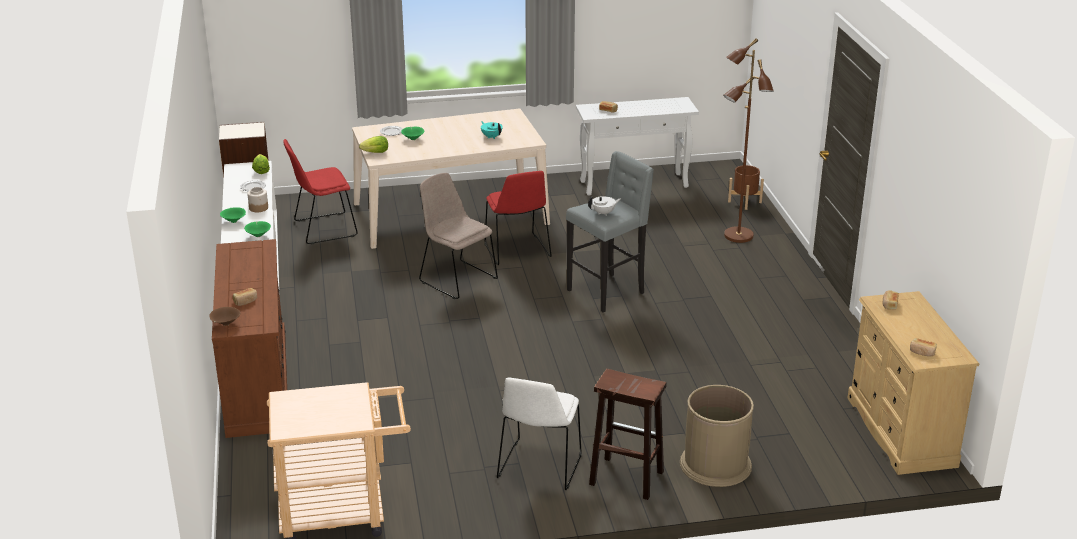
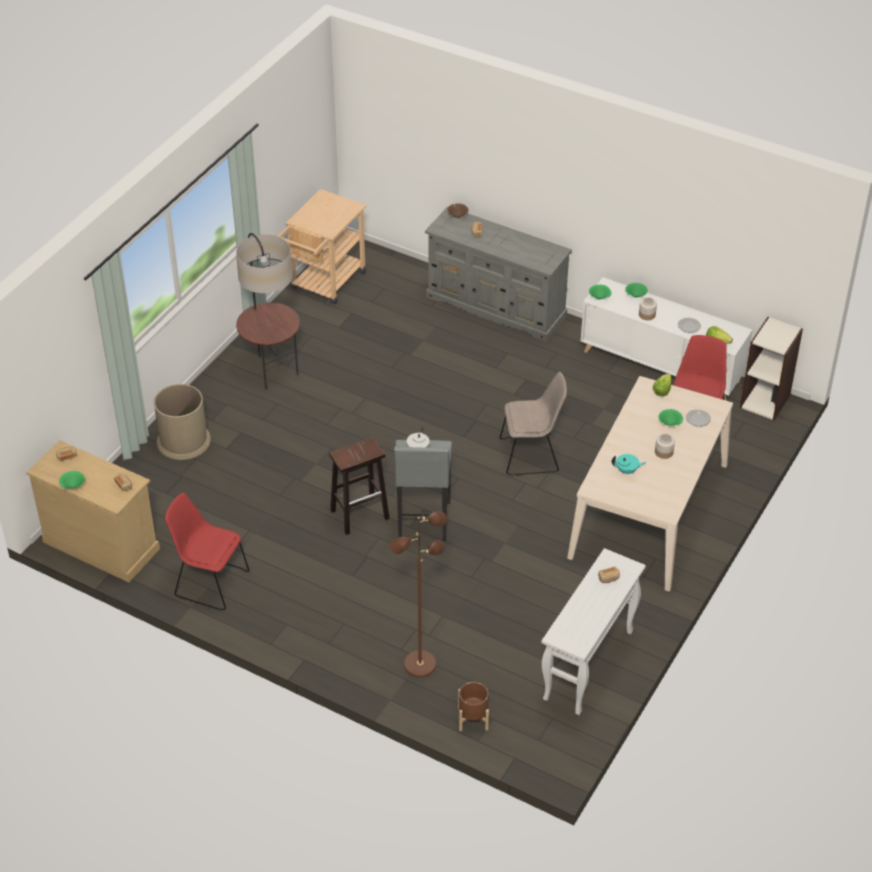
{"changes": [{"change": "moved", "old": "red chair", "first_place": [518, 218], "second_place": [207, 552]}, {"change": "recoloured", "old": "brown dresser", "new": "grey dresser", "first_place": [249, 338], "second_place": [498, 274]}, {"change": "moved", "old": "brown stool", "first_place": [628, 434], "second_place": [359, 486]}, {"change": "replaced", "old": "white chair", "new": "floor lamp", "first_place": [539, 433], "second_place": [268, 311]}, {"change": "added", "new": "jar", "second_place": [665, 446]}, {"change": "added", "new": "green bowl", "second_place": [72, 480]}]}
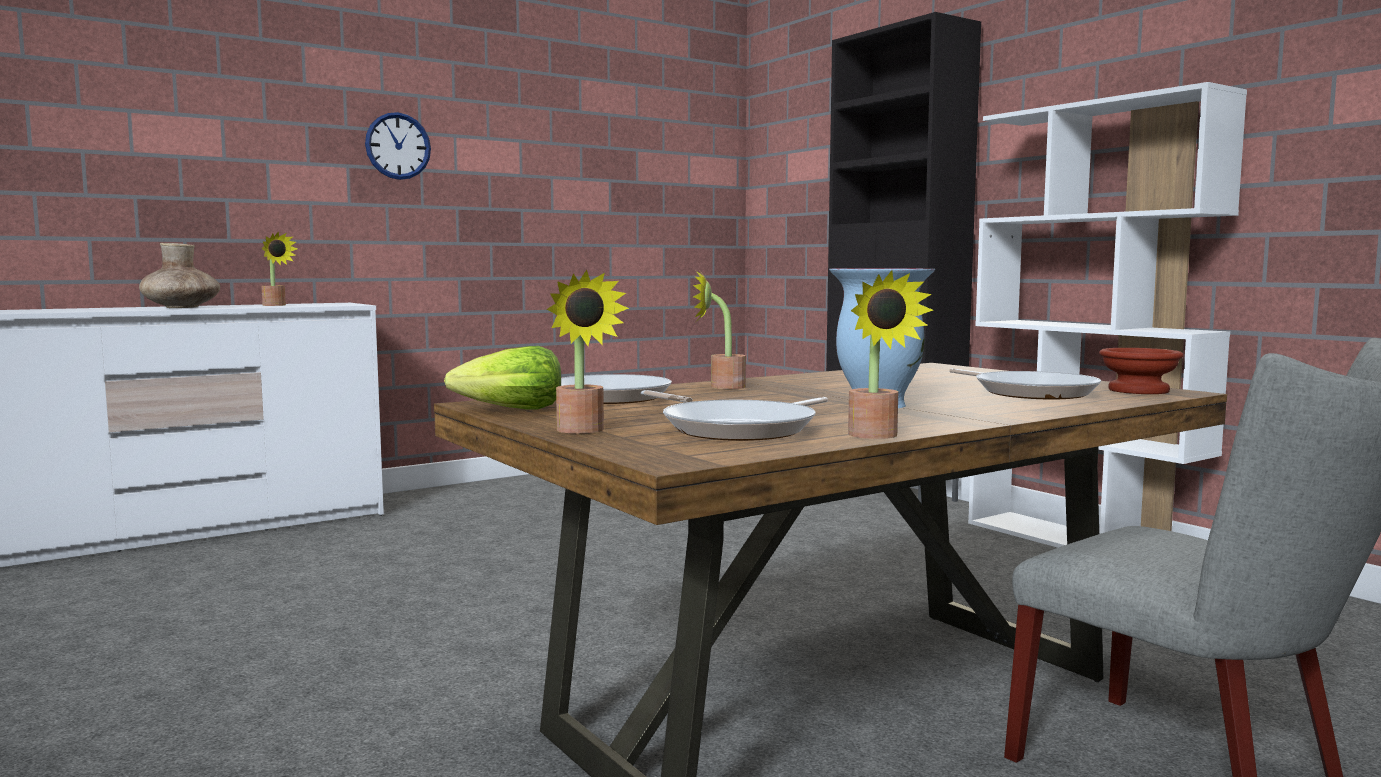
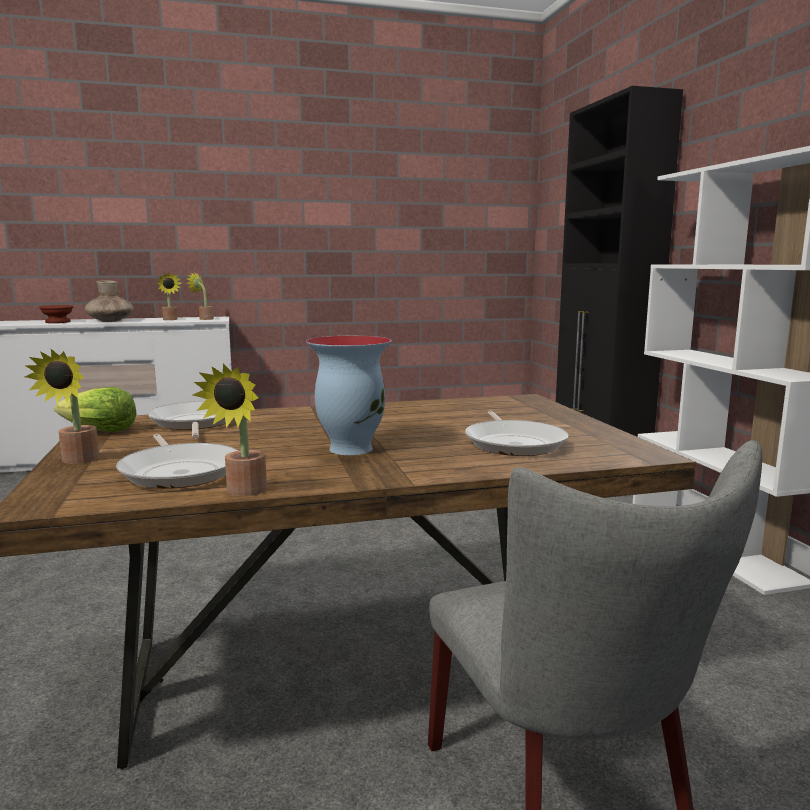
{"changes": [{"change": "removed", "old": "wall clock", "first_place": [398, 146]}, {"change": "moved", "old": "potted plant", "first_place": [719, 328], "second_place": [200, 296]}, {"change": "moved", "old": "brown bowl", "first_place": [1141, 371], "second_place": [56, 314]}, {"change": "turned", "old": "frying pan", "first_place": [745, 419], "second_place": [177, 461], "degrees": -90}]}
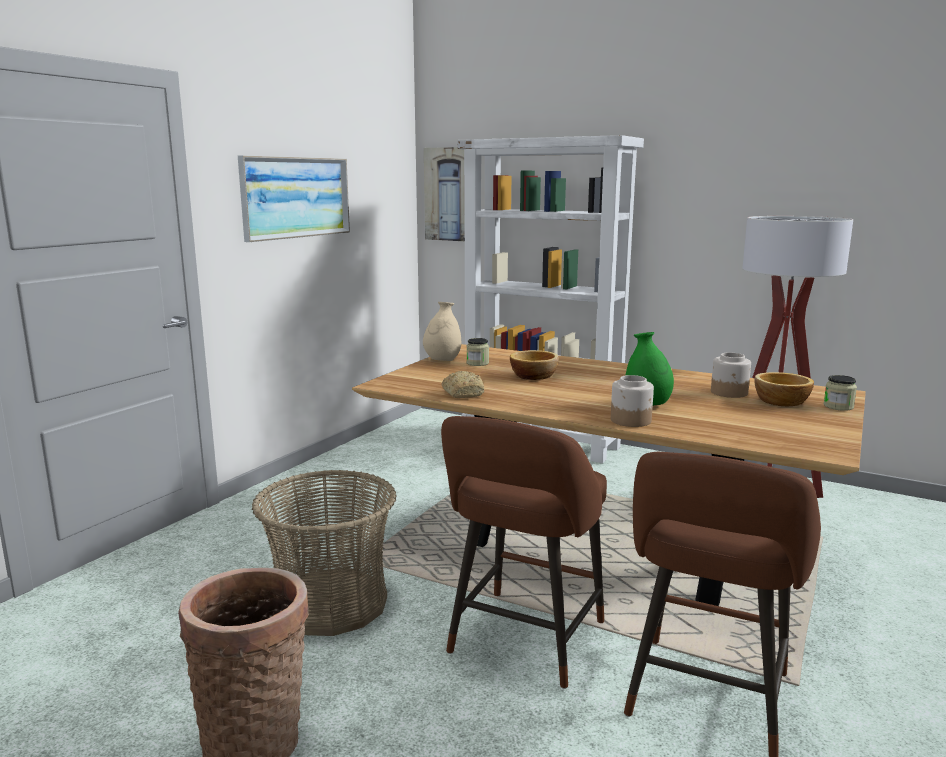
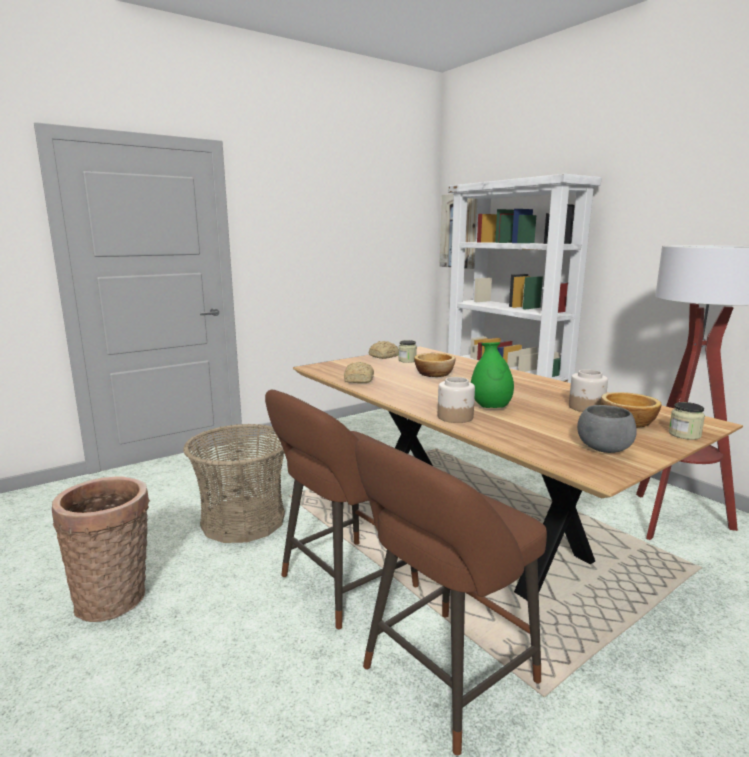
{"changes": [{"change": "removed", "old": "picture", "first_place": [294, 198]}, {"change": "replaced", "old": "beige vase", "new": "bread", "first_place": [442, 331], "second_place": [383, 350]}, {"change": "added", "new": "grey bowl", "second_place": [607, 429]}]}
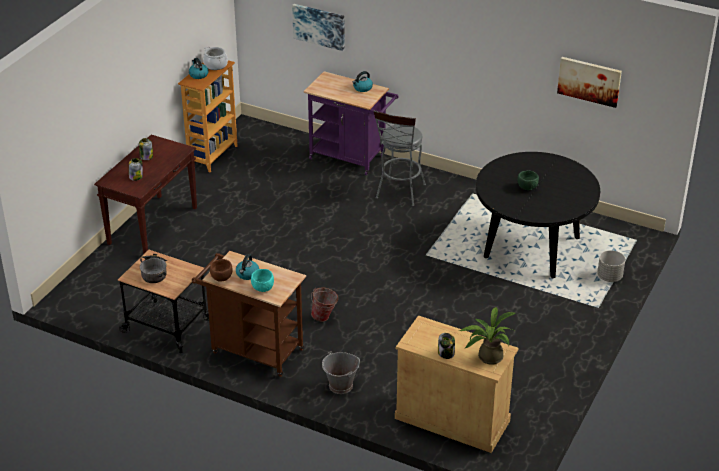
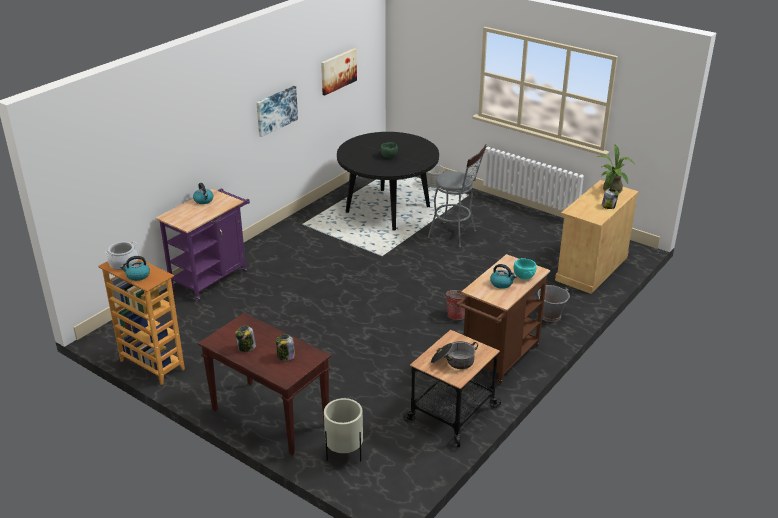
{"changes": [{"change": "moved", "old": "picture", "first_place": [318, 27], "second_place": [277, 111]}, {"change": "moved", "old": "grey stool", "first_place": [400, 158], "second_place": [457, 195]}, {"change": "removed", "old": "brown bowl", "first_place": [221, 270]}, {"change": "added", "new": "beige planter", "second_place": [343, 429]}]}
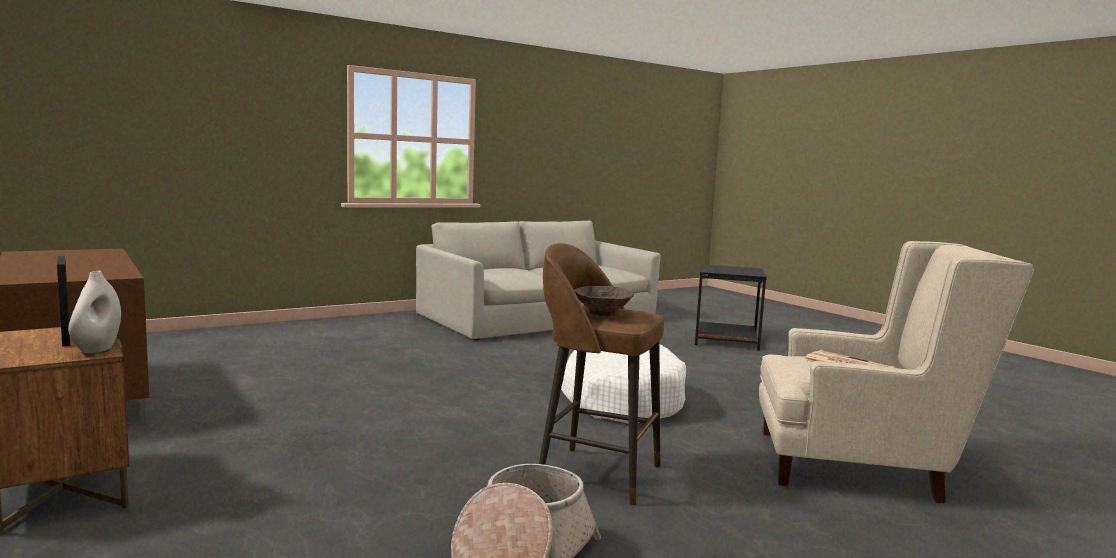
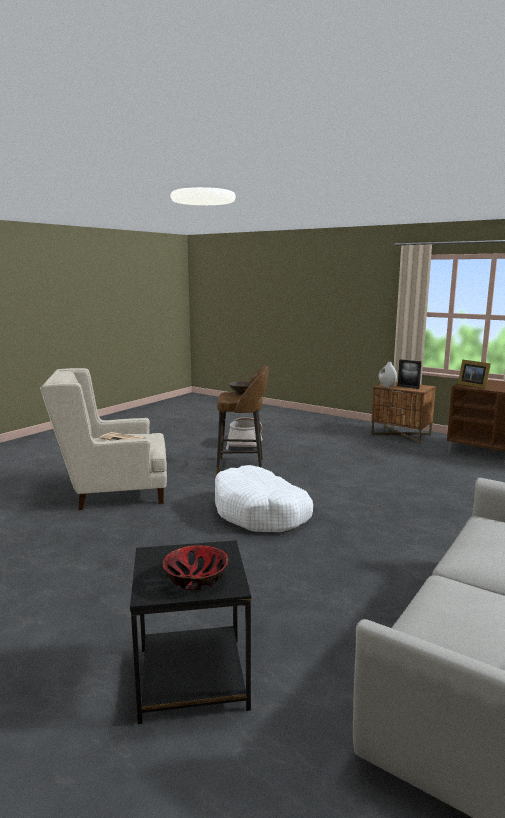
{"changes": [{"change": "added", "new": "picture frame", "second_place": [474, 374]}, {"change": "added", "new": "bowl", "second_place": [195, 567]}]}
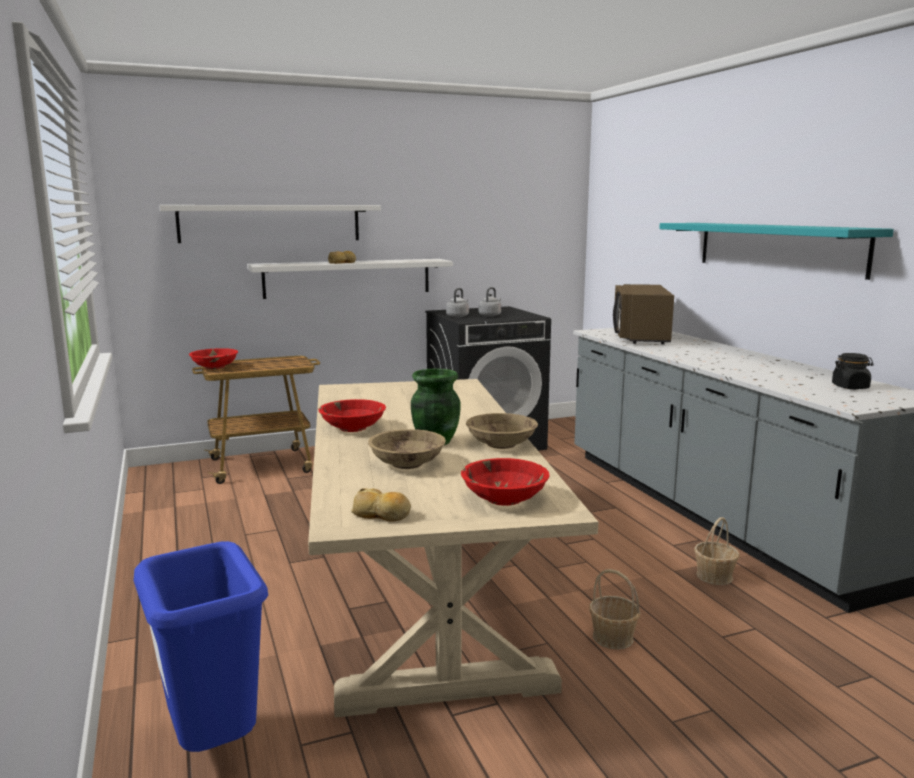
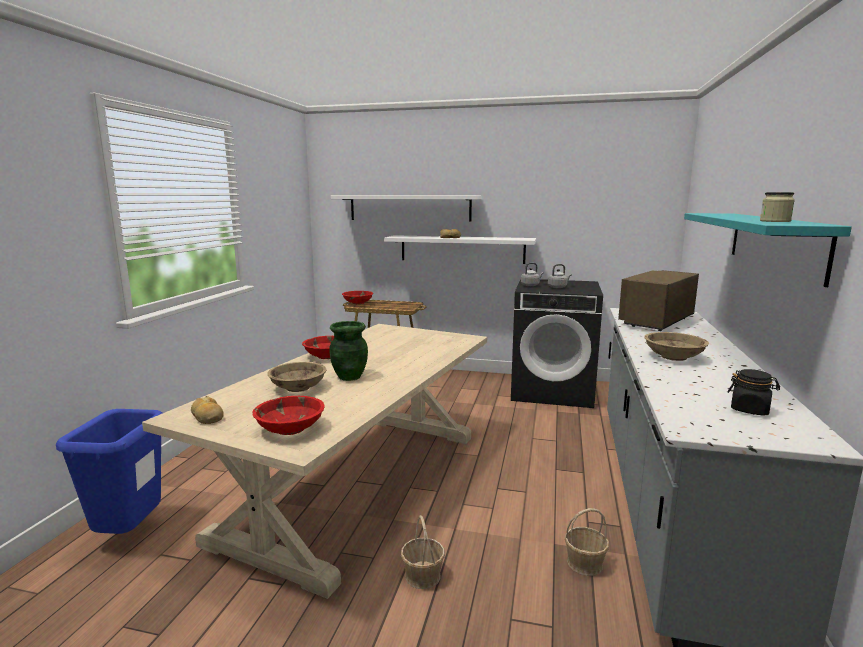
{"changes": [{"change": "moved", "old": "beige bowl", "first_place": [502, 431], "second_place": [676, 346]}, {"change": "added", "new": "jar", "second_place": [777, 207]}]}
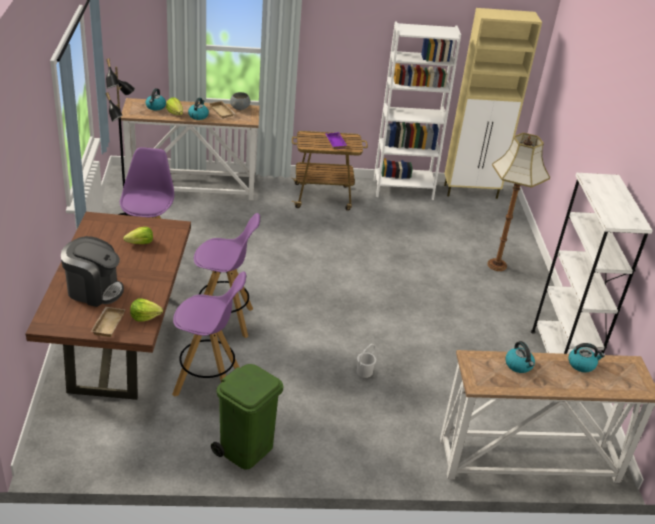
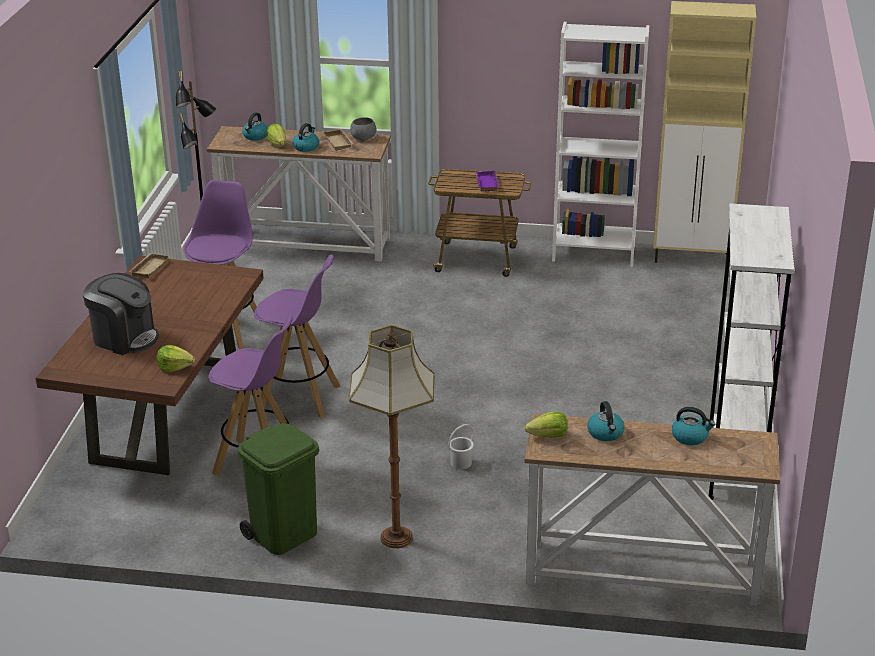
{"changes": [{"change": "moved", "old": "floor lamp", "first_place": [518, 202], "second_place": [392, 436]}, {"change": "moved", "old": "lettuce", "first_place": [138, 235], "second_place": [546, 425]}, {"change": "moved", "old": "beige tray", "first_place": [108, 322], "second_place": [149, 266]}]}
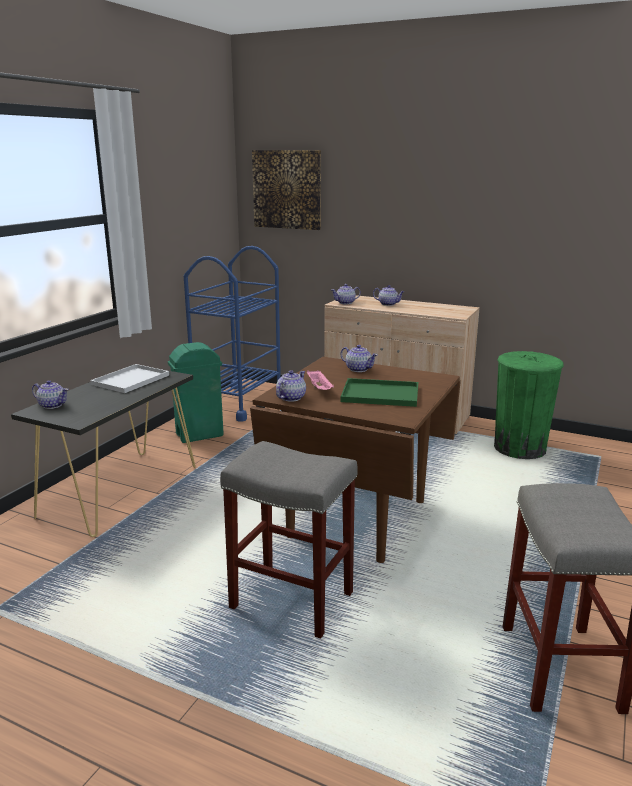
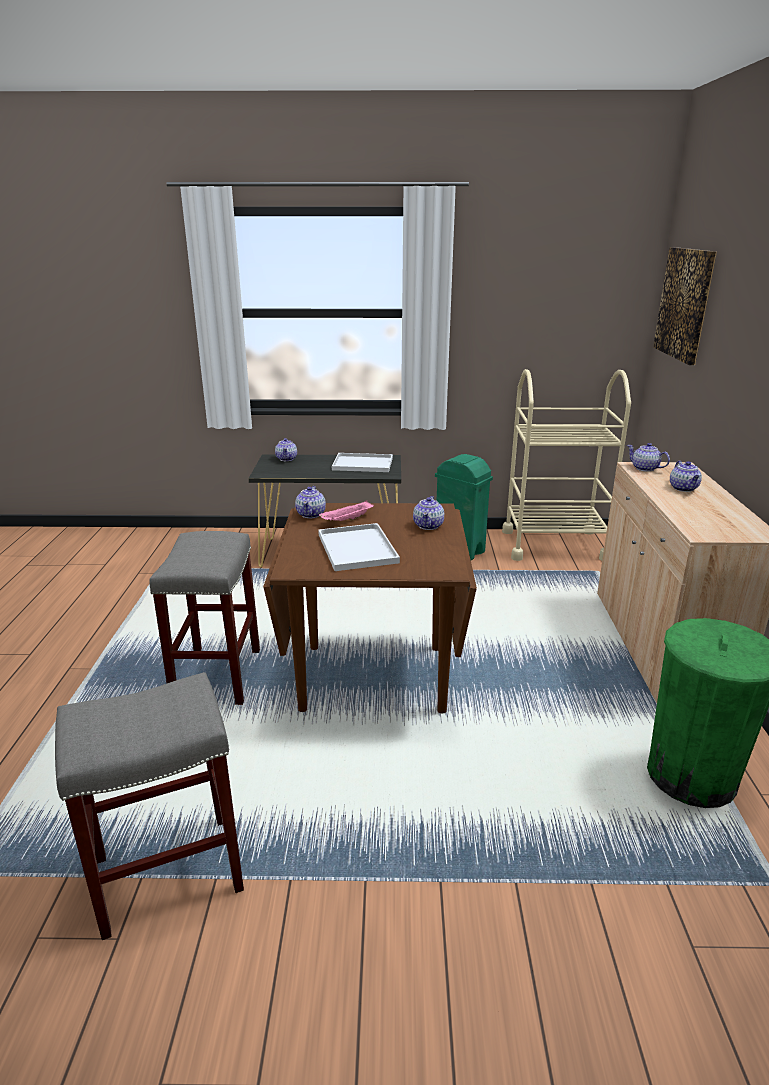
{"changes": [{"change": "recoloured", "old": "blue cart", "new": "beige cart", "first_place": [232, 334], "second_place": [566, 465]}, {"change": "turned", "old": "teapot", "first_place": [291, 386], "second_place": [310, 502], "degrees": 90}, {"change": "recoloured", "old": "green tray", "new": "white tray", "first_place": [379, 392], "second_place": [359, 547]}]}
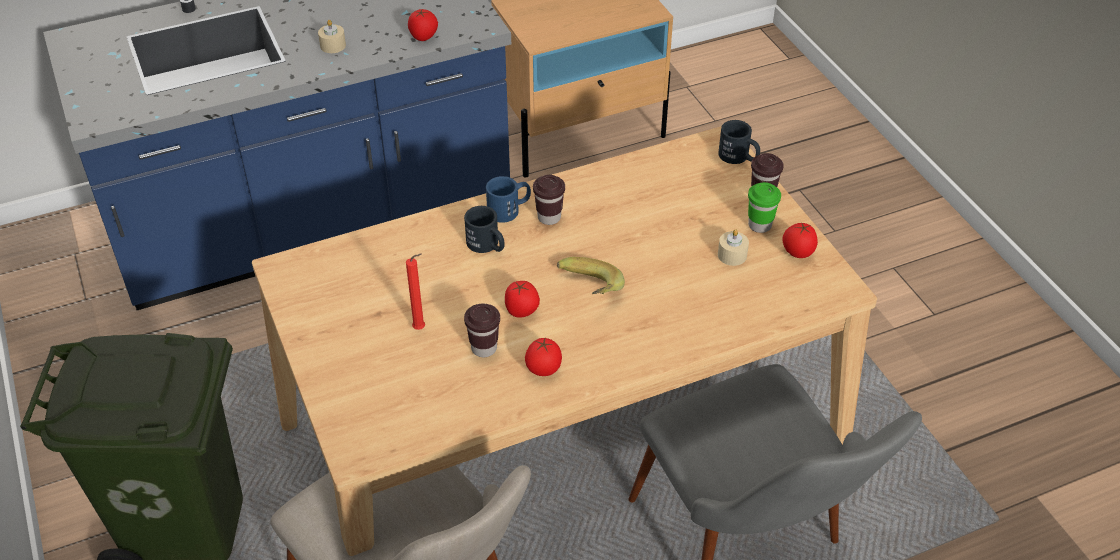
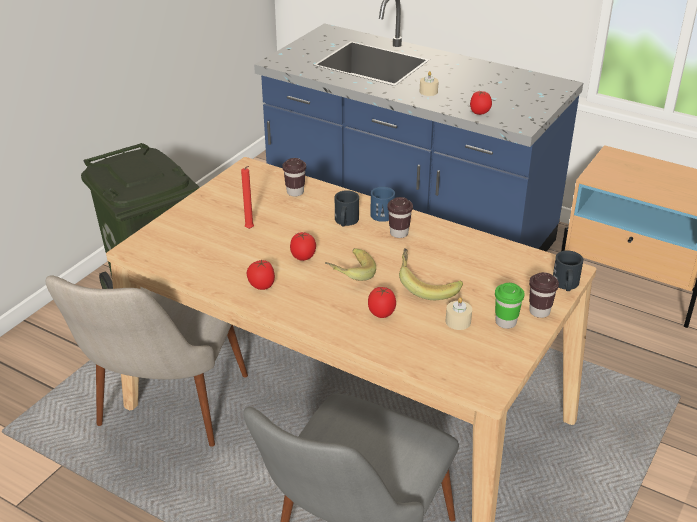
{"changes": [{"change": "moved", "old": "tomato", "first_place": [800, 240], "second_place": [382, 302]}, {"change": "moved", "old": "brown cup", "first_place": [482, 330], "second_place": [294, 177]}, {"change": "added", "new": "banana", "second_place": [431, 274]}]}
